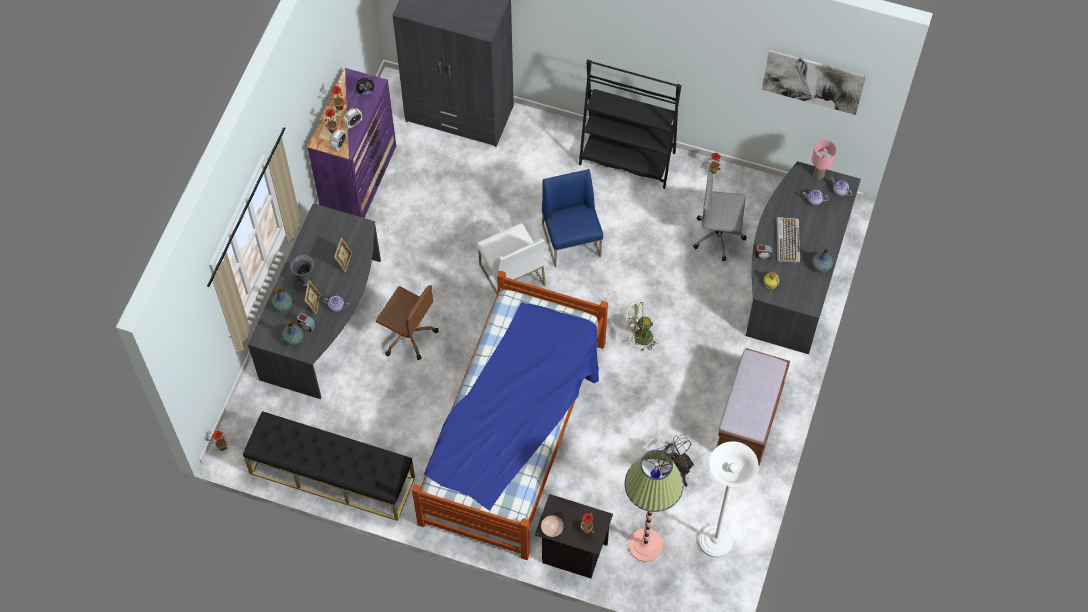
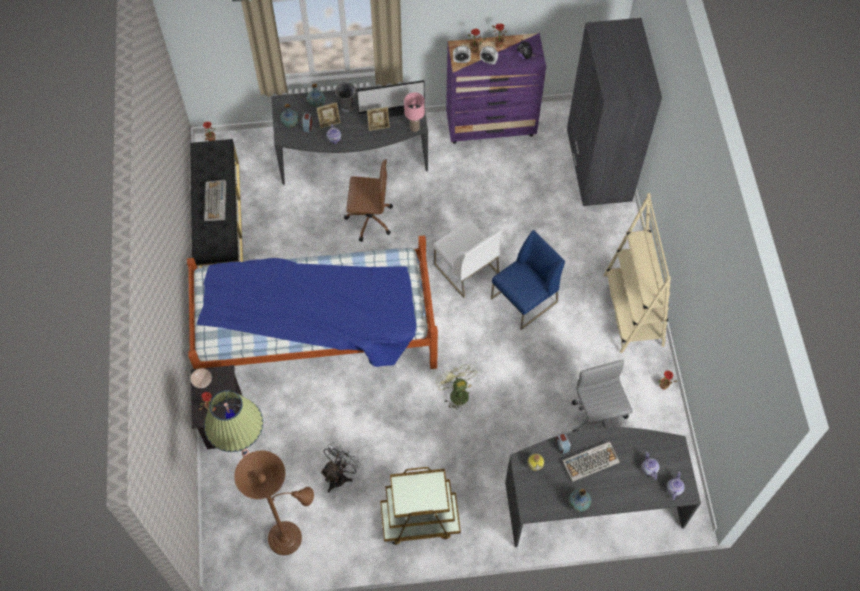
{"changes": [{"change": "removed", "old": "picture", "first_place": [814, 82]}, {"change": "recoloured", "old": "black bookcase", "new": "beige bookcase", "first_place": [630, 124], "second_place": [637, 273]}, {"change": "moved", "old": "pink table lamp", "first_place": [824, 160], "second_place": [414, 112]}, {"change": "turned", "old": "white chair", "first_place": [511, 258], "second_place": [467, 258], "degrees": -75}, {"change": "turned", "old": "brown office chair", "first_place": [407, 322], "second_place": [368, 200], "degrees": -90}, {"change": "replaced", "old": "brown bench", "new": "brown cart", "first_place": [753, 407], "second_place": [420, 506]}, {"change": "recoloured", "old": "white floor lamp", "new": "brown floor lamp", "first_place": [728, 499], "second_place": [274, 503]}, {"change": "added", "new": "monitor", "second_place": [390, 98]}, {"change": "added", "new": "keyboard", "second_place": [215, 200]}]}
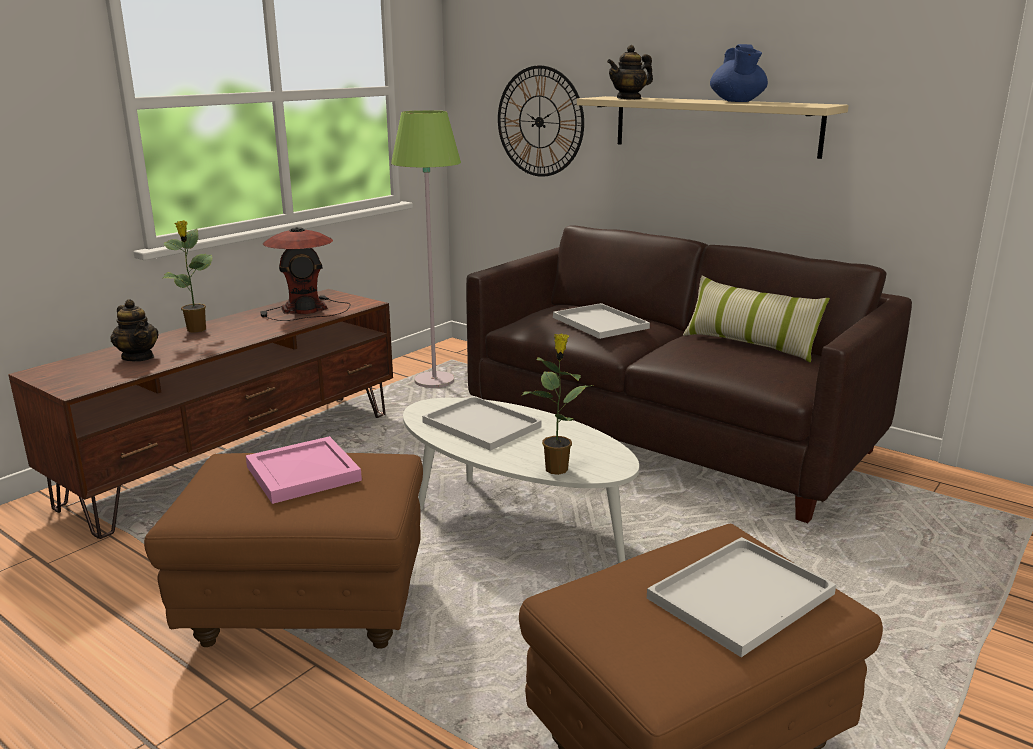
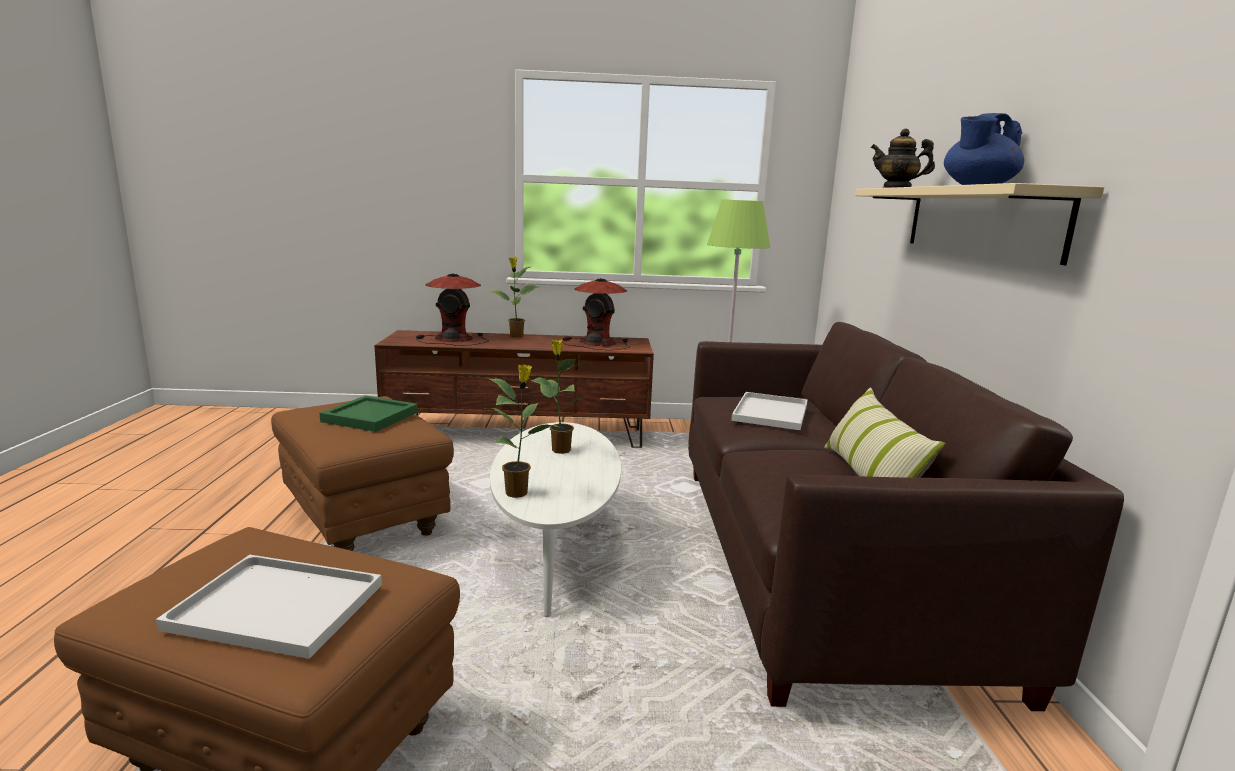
{"changes": [{"change": "removed", "old": "wall clock", "first_place": [541, 121]}, {"change": "replaced", "old": "teapot", "new": "table lamp", "first_place": [134, 330], "second_place": [452, 309]}, {"change": "replaced", "old": "white tray", "new": "potted plant", "first_place": [482, 423], "second_place": [561, 397]}, {"change": "recoloured", "old": "pink tray", "new": "green tray", "first_place": [304, 470], "second_place": [369, 414]}]}
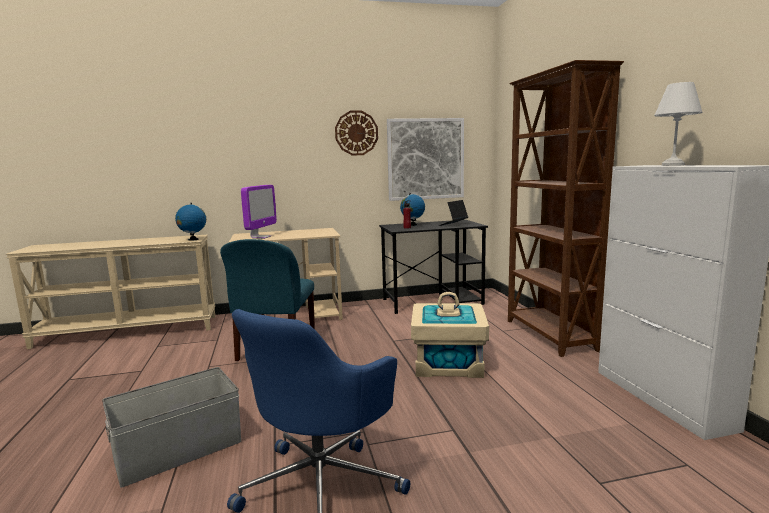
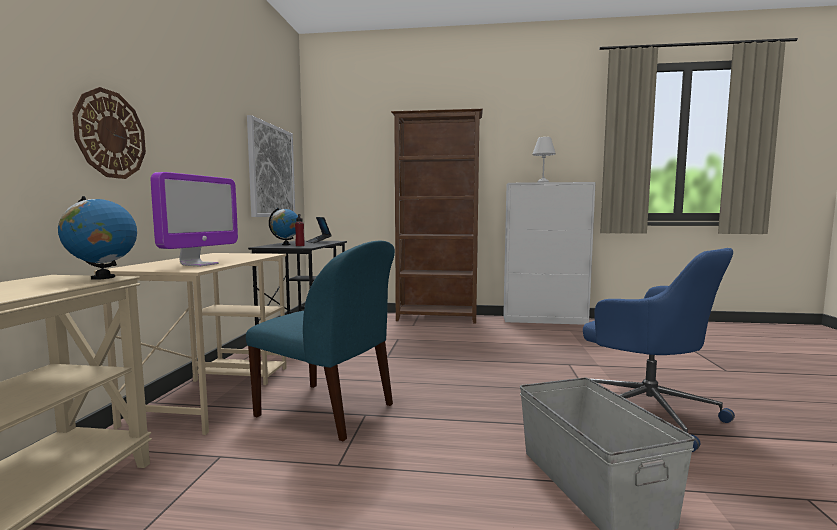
{"changes": [{"change": "moved", "old": "wall clock", "first_place": [356, 133], "second_place": [109, 133]}, {"change": "turned", "old": "monitor", "first_place": [259, 212], "second_place": [194, 219], "degrees": 75}, {"change": "removed", "old": "beige storage box", "first_place": [450, 335]}]}
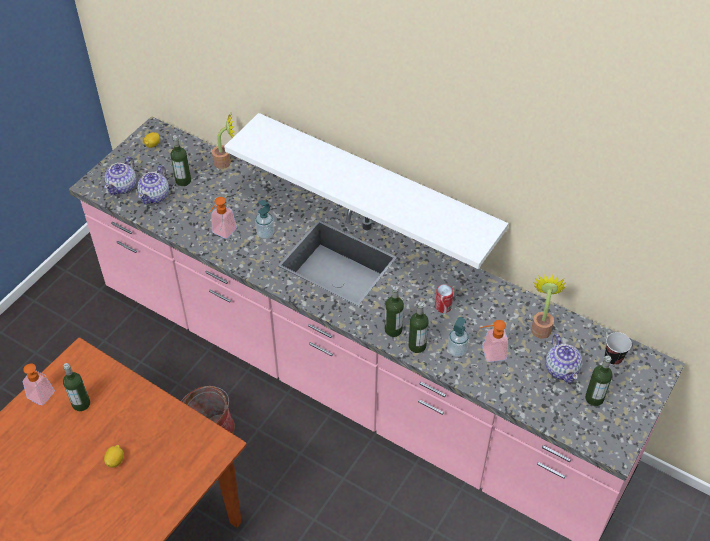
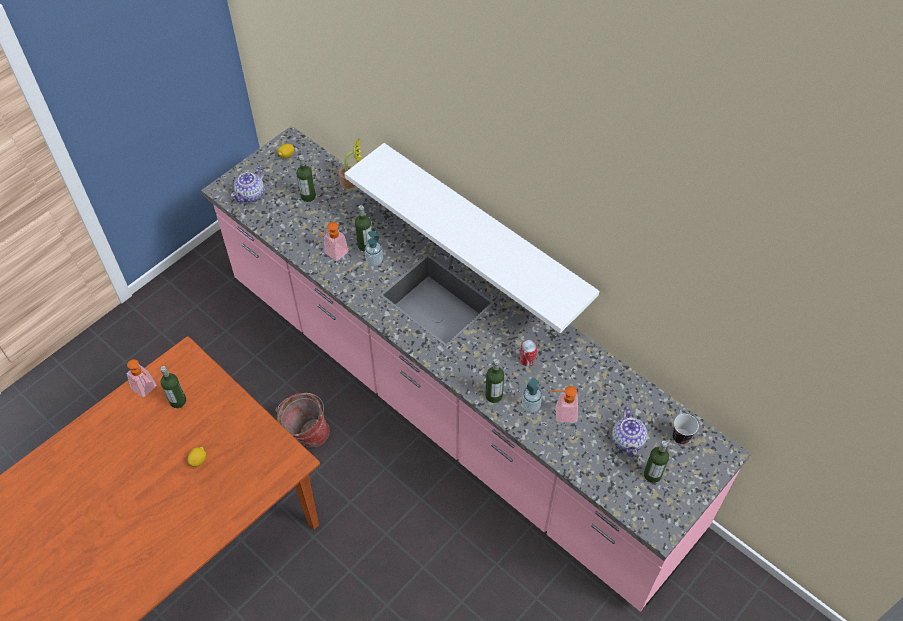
{"changes": [{"change": "removed", "old": "teapot", "first_place": [153, 185]}, {"change": "removed", "old": "potted plant", "first_place": [549, 306]}, {"change": "moved", "old": "bottle", "first_place": [394, 311], "second_place": [363, 228]}]}
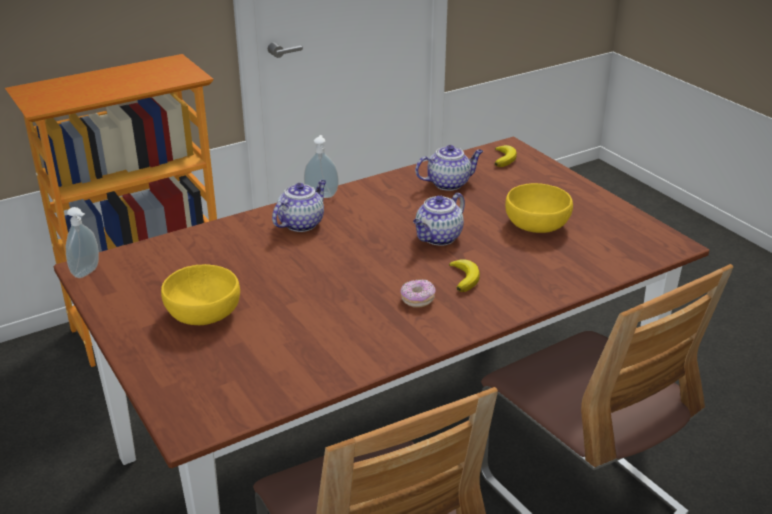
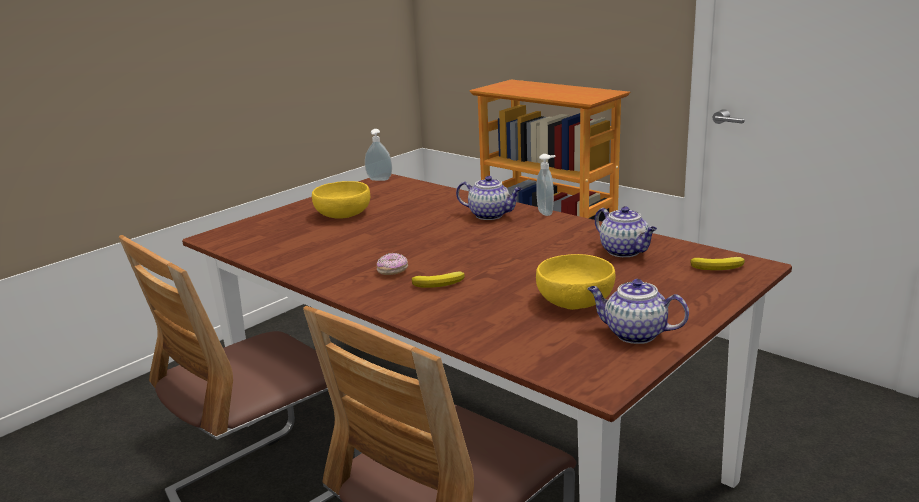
{"changes": [{"change": "moved", "old": "teapot", "first_place": [439, 219], "second_place": [638, 311]}]}
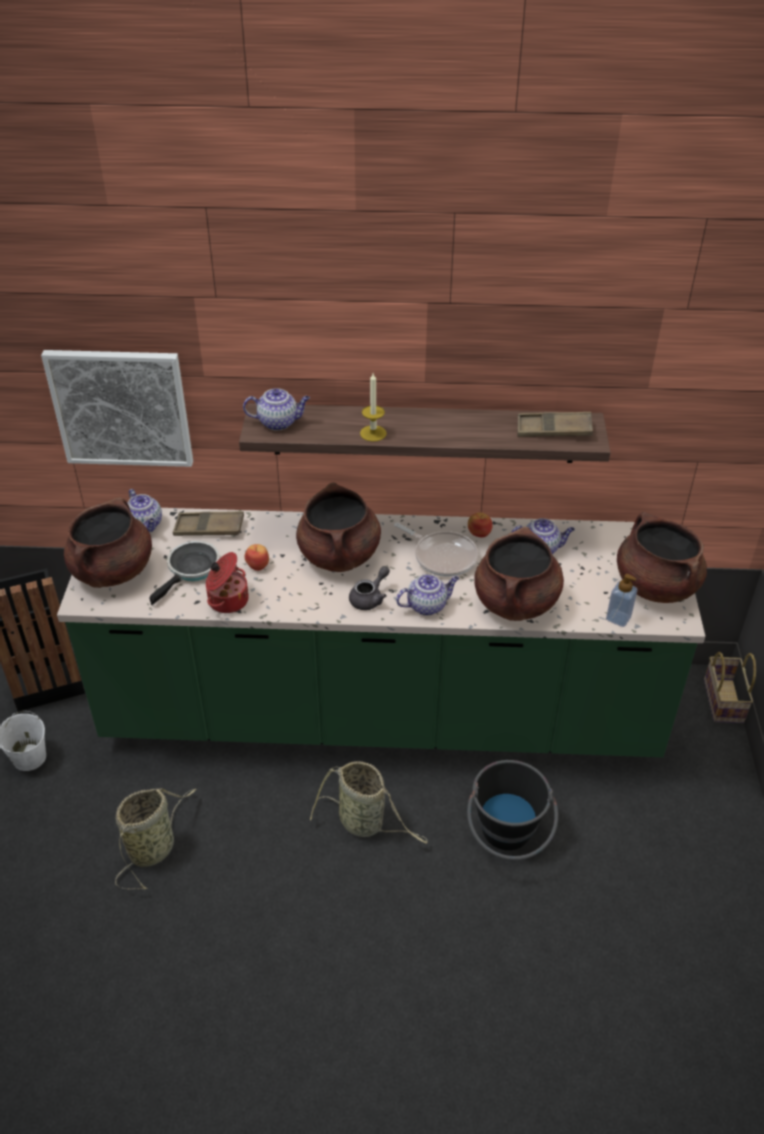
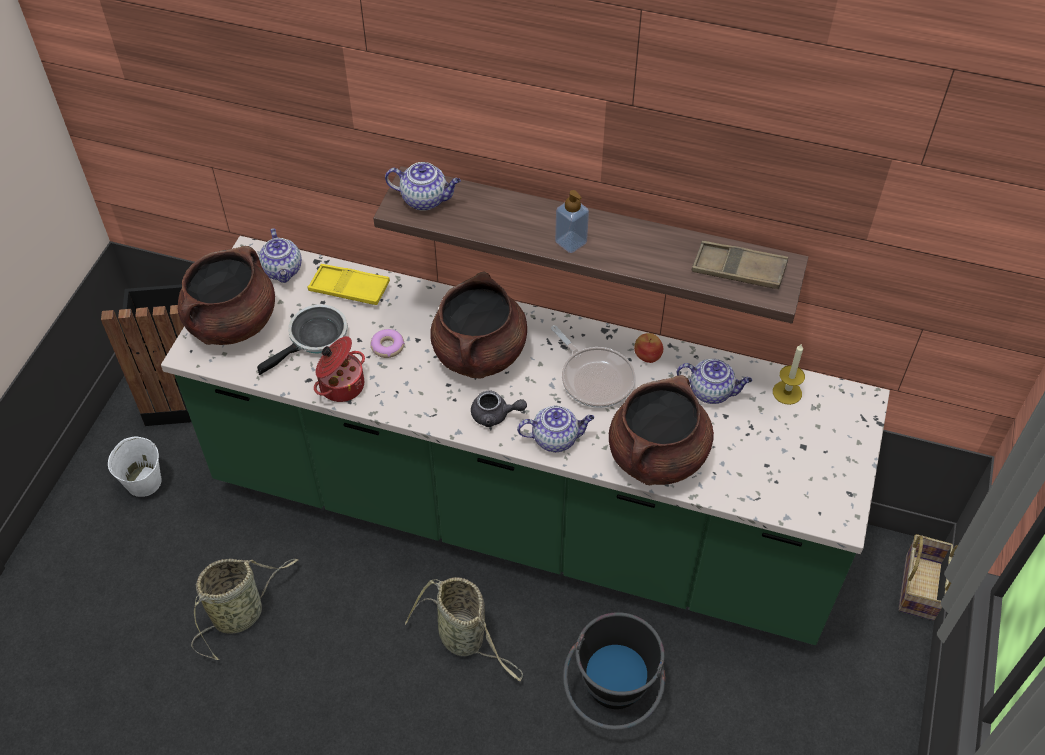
{"changes": [{"change": "removed", "old": "picture", "first_place": [117, 408]}, {"change": "moved", "old": "candle", "first_place": [373, 407], "second_place": [789, 374]}, {"change": "recoloured", "old": "brown tray", "new": "yellow tray", "first_place": [208, 523], "second_place": [349, 284]}, {"change": "removed", "old": "brown cooking pot", "first_place": [662, 557]}, {"change": "replaced", "old": "apple", "new": "donut", "first_place": [256, 557], "second_place": [387, 343]}, {"change": "turned", "old": "grey teapot", "first_place": [369, 588], "second_place": [499, 408], "degrees": 45}, {"change": "moved", "old": "soap dispenser", "first_place": [621, 600], "second_place": [572, 221]}]}
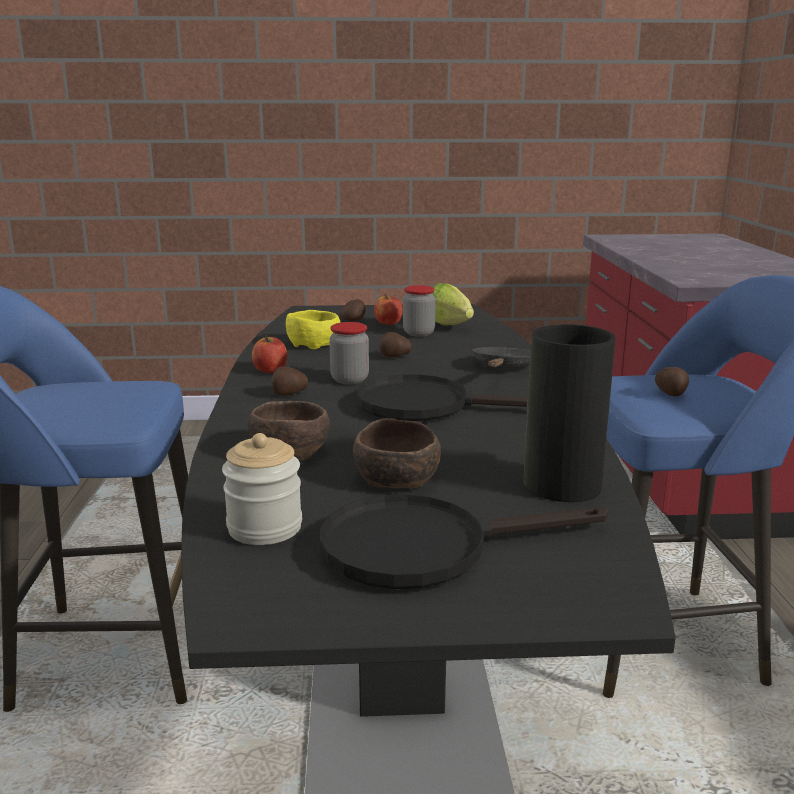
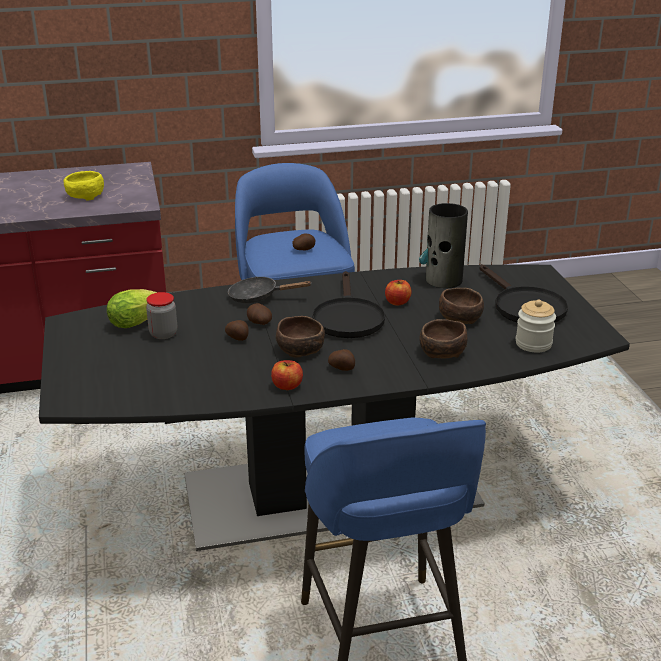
{"changes": [{"change": "moved", "old": "apple", "first_place": [388, 309], "second_place": [398, 293]}, {"change": "moved", "old": "potato", "first_place": [353, 310], "second_place": [259, 314]}, {"change": "moved", "old": "yellow bowl", "first_place": [313, 329], "second_place": [84, 186]}, {"change": "replaced", "old": "jar", "new": "brown bowl", "first_place": [349, 353], "second_place": [300, 337]}]}
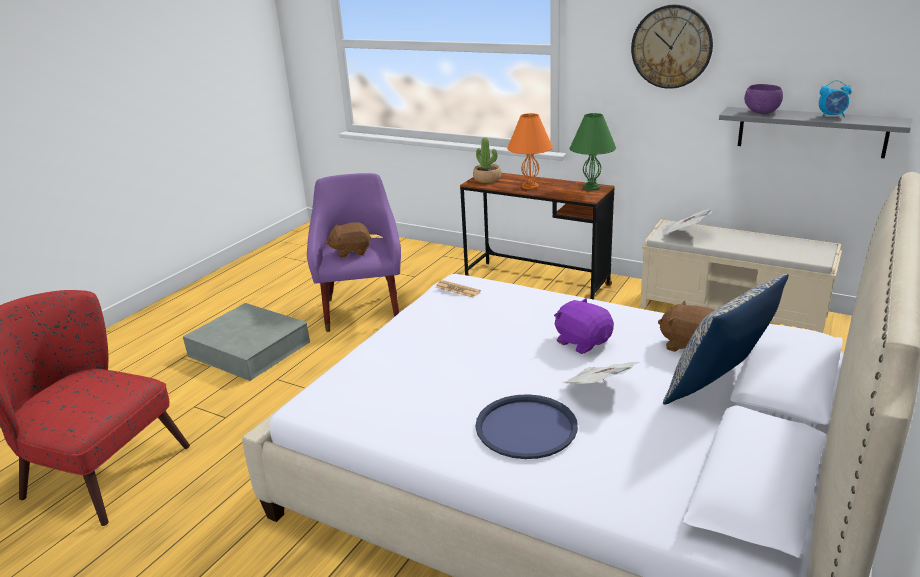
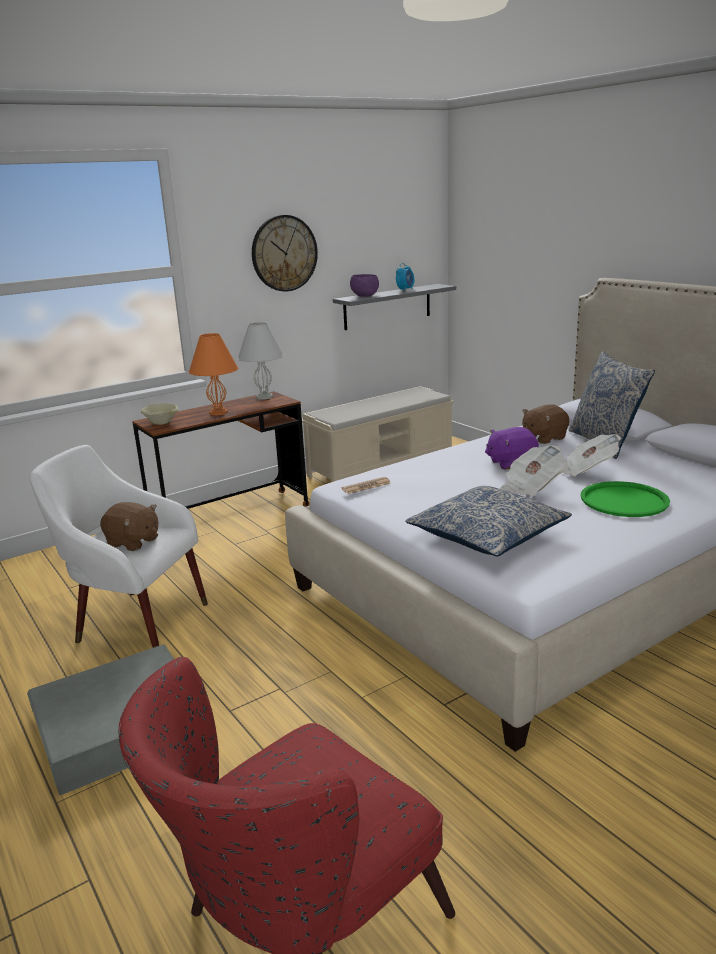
{"changes": [{"change": "recoloured", "old": "green table lamp", "new": "white table lamp", "first_place": [593, 152], "second_place": [261, 361]}, {"change": "replaced", "old": "potted plant", "new": "beige bowl", "first_place": [487, 160], "second_place": [160, 414]}, {"change": "recoloured", "old": "purple armchair", "new": "white armchair", "first_place": [354, 252], "second_place": [118, 546]}, {"change": "moved", "old": "newspaper", "first_place": [687, 222], "second_place": [533, 470]}, {"change": "turned", "old": "brown plush toy", "first_place": [348, 240], "second_place": [129, 526], "degrees": -75}, {"change": "recoloured", "old": "blue tray", "new": "green tray", "first_place": [527, 426], "second_place": [625, 499]}, {"change": "added", "new": "pillow", "second_place": [488, 521]}]}
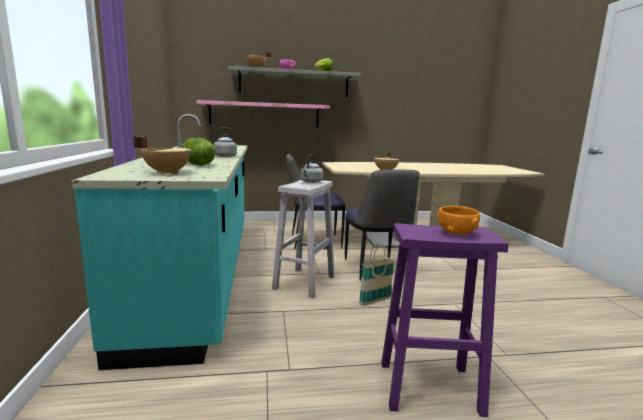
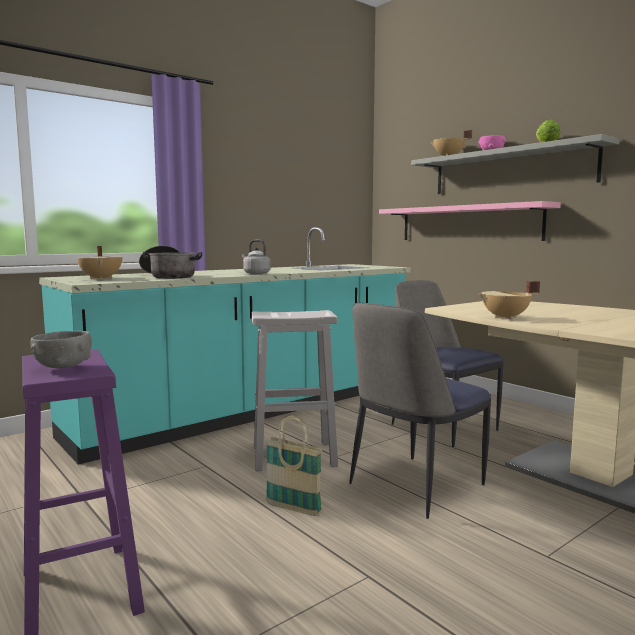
{"changes": [{"change": "replaced", "old": "lettuce", "new": "cooking pot", "first_place": [198, 151], "second_place": [171, 262]}, {"change": "removed", "old": "grey kettle", "first_place": [312, 168]}, {"change": "recoloured", "old": "orange bowl", "new": "grey bowl", "first_place": [458, 220], "second_place": [61, 349]}]}
